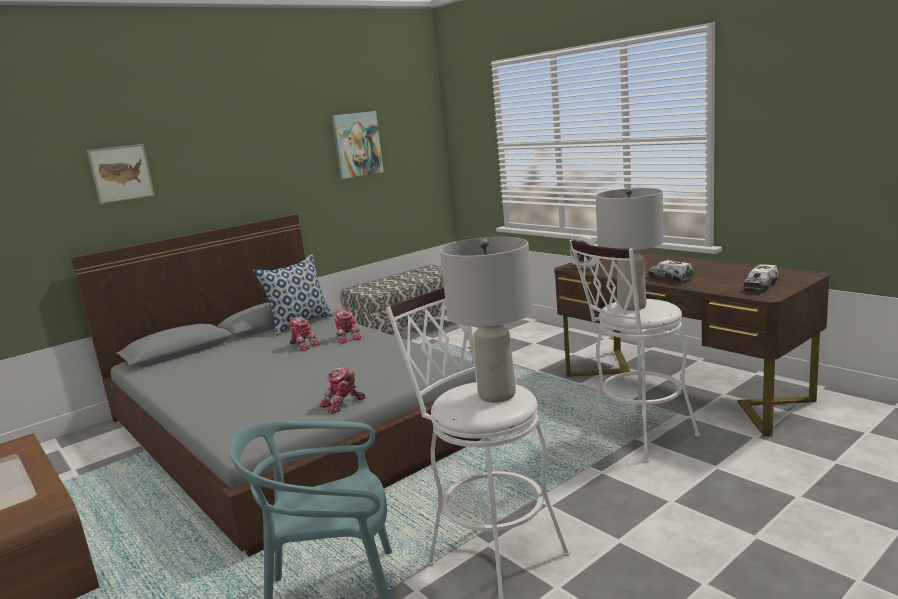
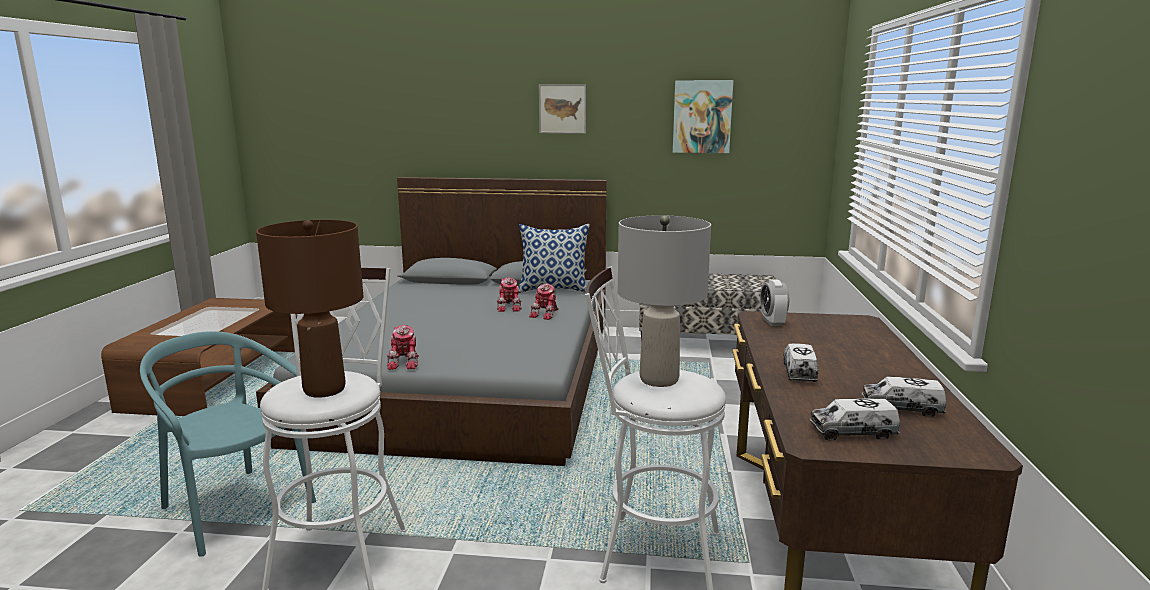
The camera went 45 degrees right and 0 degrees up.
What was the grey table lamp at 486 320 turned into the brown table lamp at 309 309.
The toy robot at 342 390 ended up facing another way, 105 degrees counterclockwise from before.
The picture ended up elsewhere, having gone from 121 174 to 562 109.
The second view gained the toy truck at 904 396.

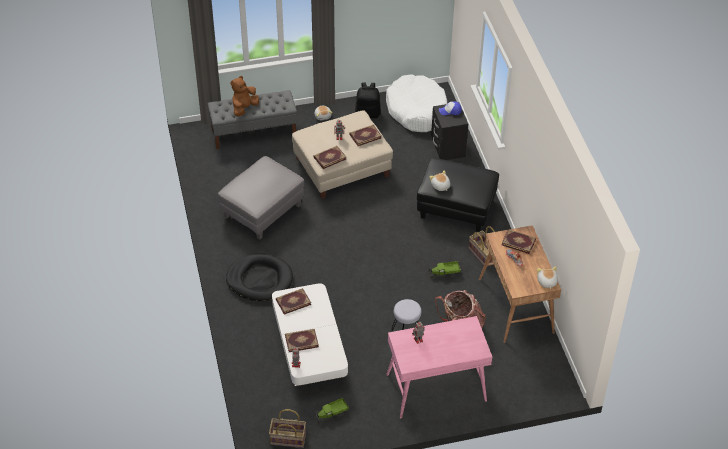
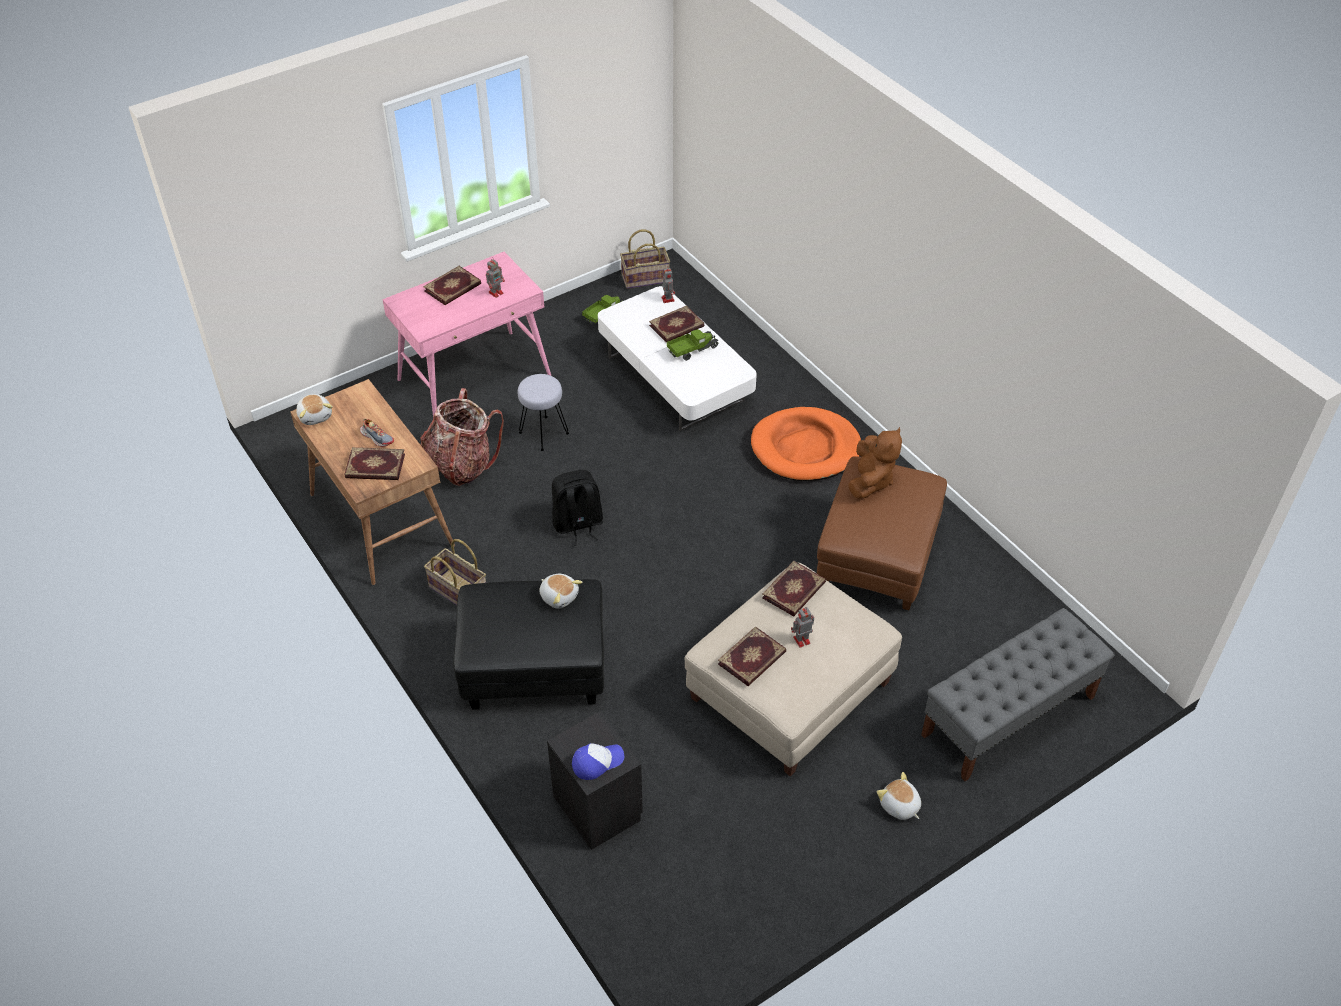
The camera went 160 degrees right and 0 degrees up.
The book ended up elsewhere, having gone from 293 301 to 452 285.
The black backpack ended up elsewhere, having gone from 368 100 to 577 508.
The toy truck ended up elsewhere, having gone from 444 270 to 692 345.
What was the black dog bed at 259 277 turned into the orange dog bed at 806 444.
What was the grey ottoman at 261 198 turned into the brown ottoman at 882 533.
The brown plush toy ended up elsewhere, having gone from 244 96 to 875 463.
The second view lost the white dog bed at 416 103.

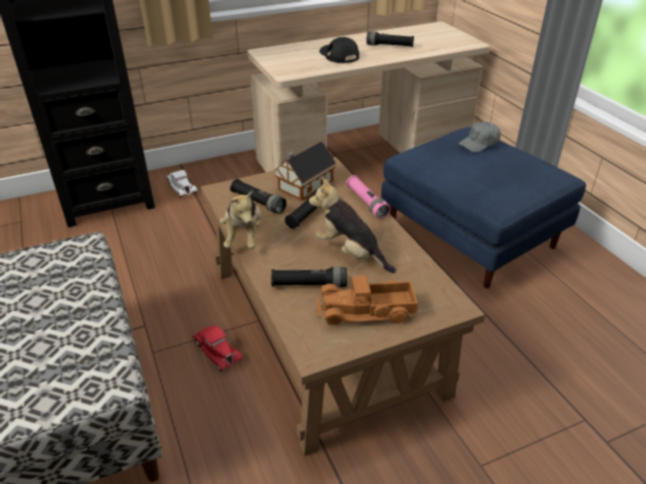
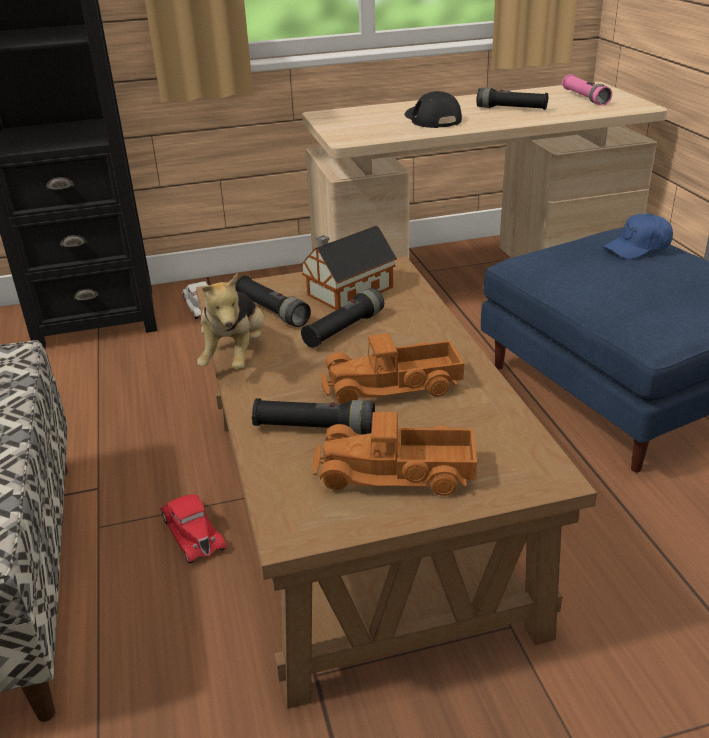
The camera went 10 degrees right and 5 degrees down.
Where the plush toy stood at 352 225, the toy truck came to stand at 392 368.
The pink flashlight ended up elsewhere, having gone from 368 197 to 587 89.
What was the grey cap at 479 137 turned into the blue cap at 638 236.

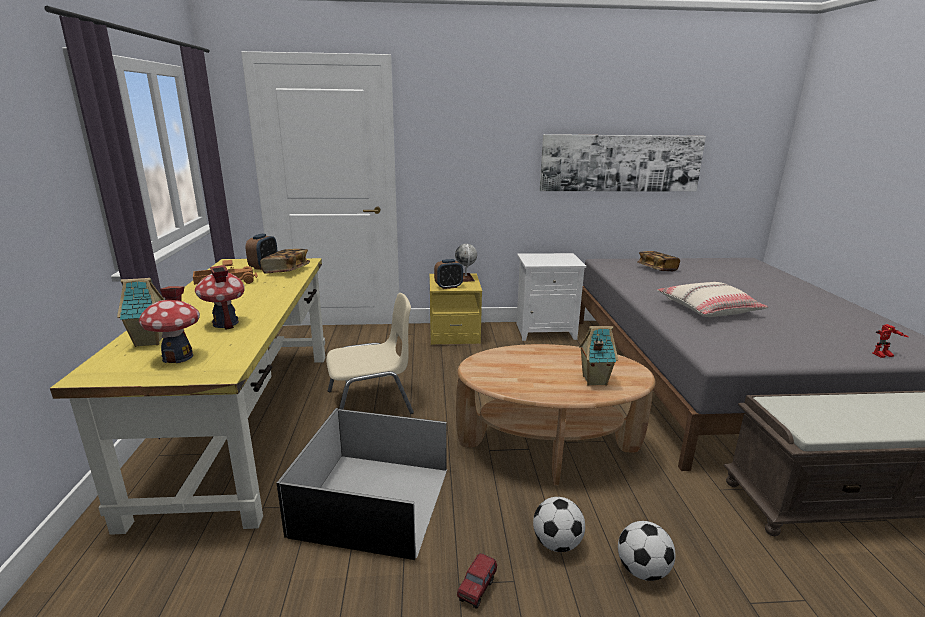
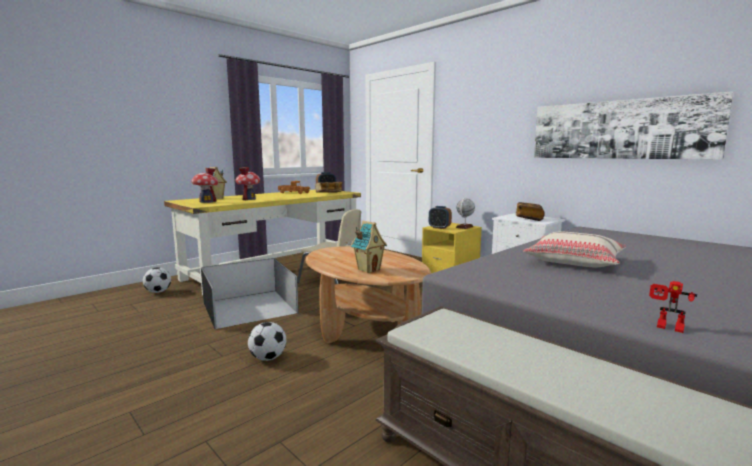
The camera went 50 degrees right and 10 degrees down.
The football ended up elsewhere, having gone from 646 551 to 157 280.
The book ended up elsewhere, having gone from 658 261 to 530 211.
The second view lost the toy truck at 477 581.

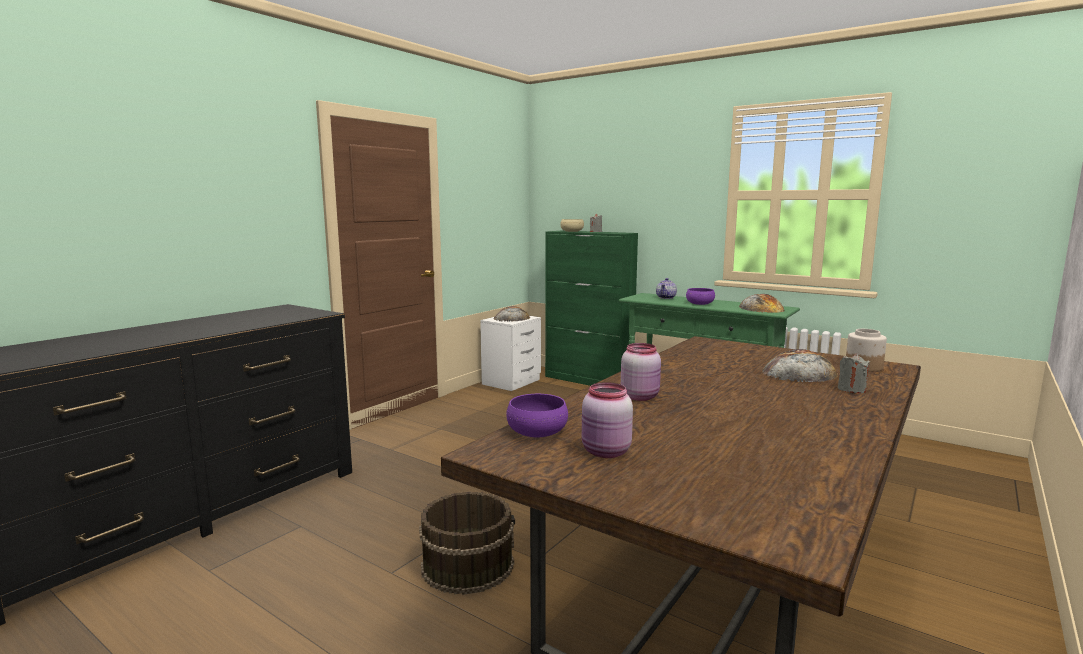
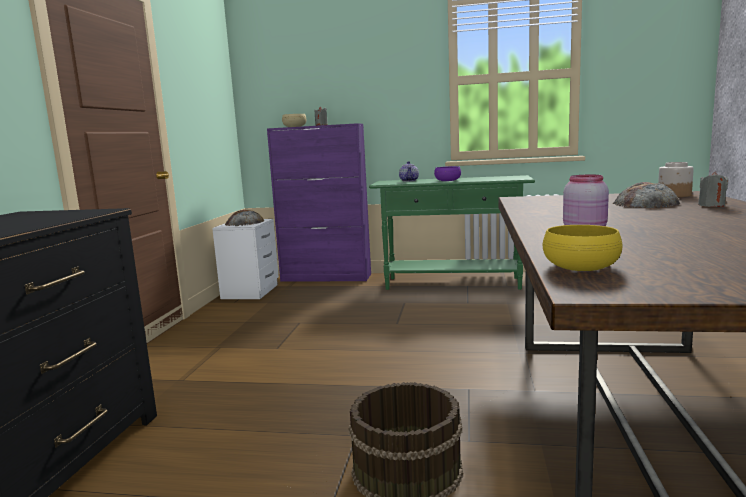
The camera went 25 degrees left and 0 degrees up.
What was the green cabinet at 591 308 turned into the purple cabinet at 319 202.
What was the purple bowl at 537 415 turned into the yellow bowl at 582 248.
The second view lost the pink jar at 607 420.
The second view lost the bread at 761 303.

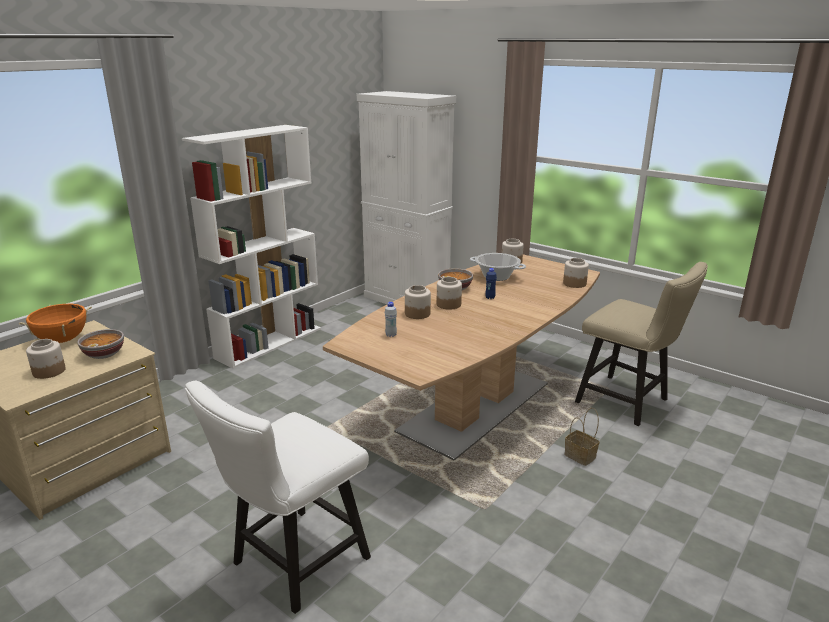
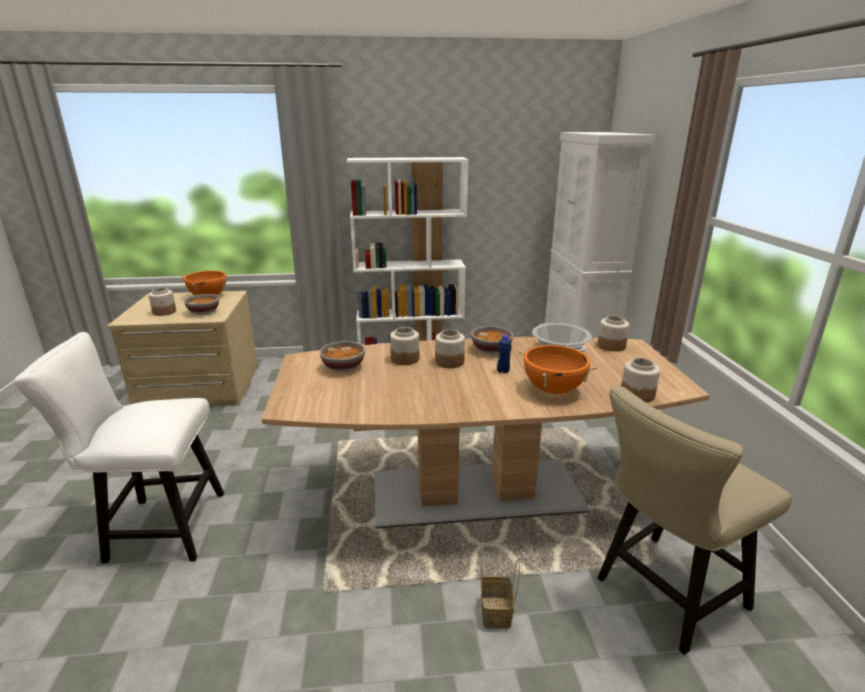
The camera went 45 degrees right and 0 degrees up.
Where the white bottle stood at 391 319, the bowl came to stand at 342 356.
The second view gained the orange cooking pot at 557 369.
The beige chair at 641 344 ended up facing another way, 60 degrees clockwise from before.

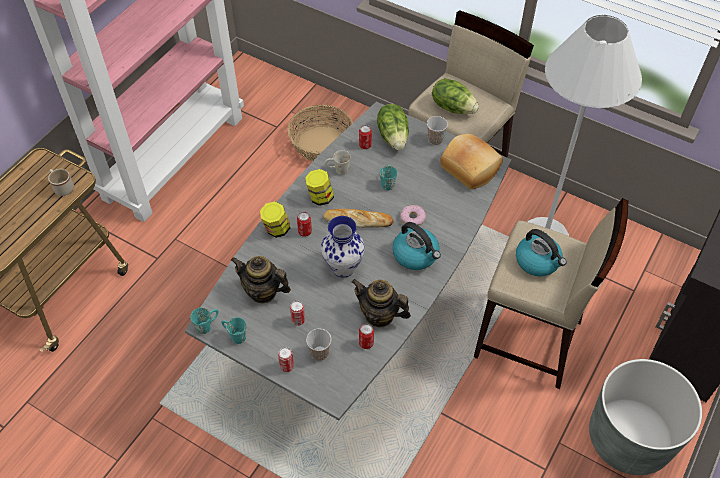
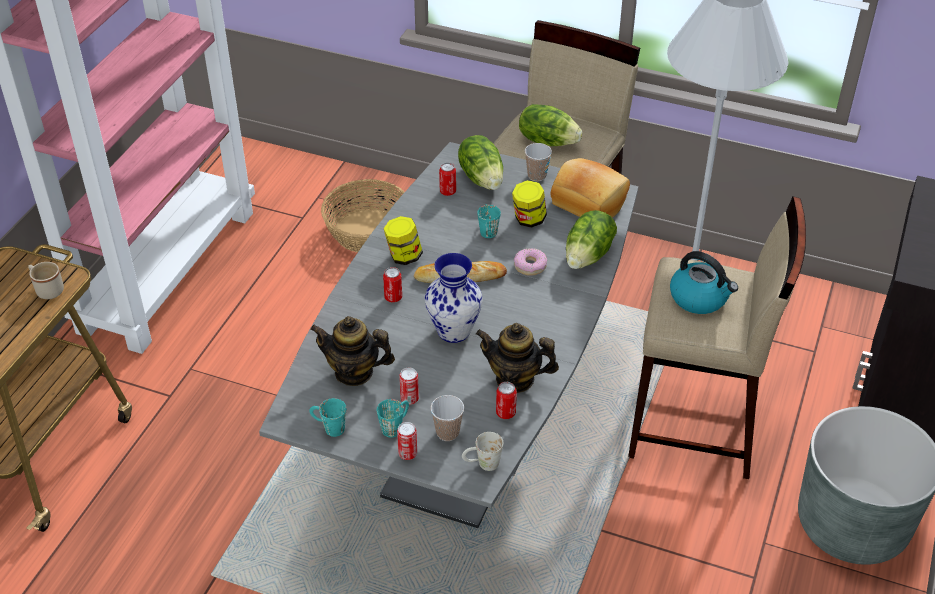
The camera went 10 degrees left and 10 degrees down.
The turquoise mug ended up elsewhere, having gone from 204 321 to 393 418.
The white mug ended up elsewhere, having gone from 338 162 to 482 451.
The jar ended up elsewhere, having gone from 275 219 to 529 204.
The second view gained the lettuce at 591 239.
The second view lost the kettle at 416 246.

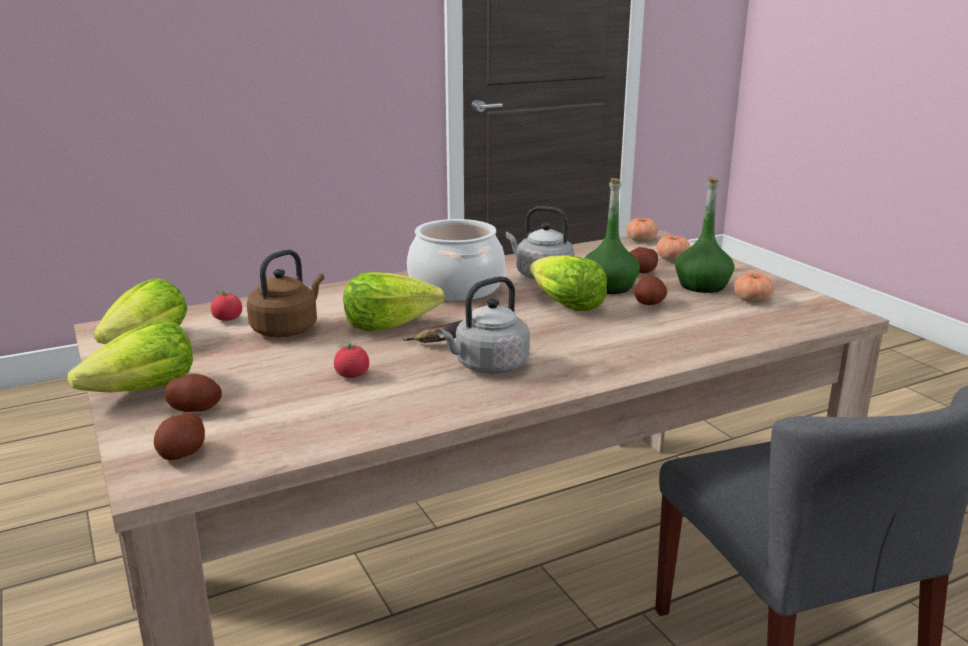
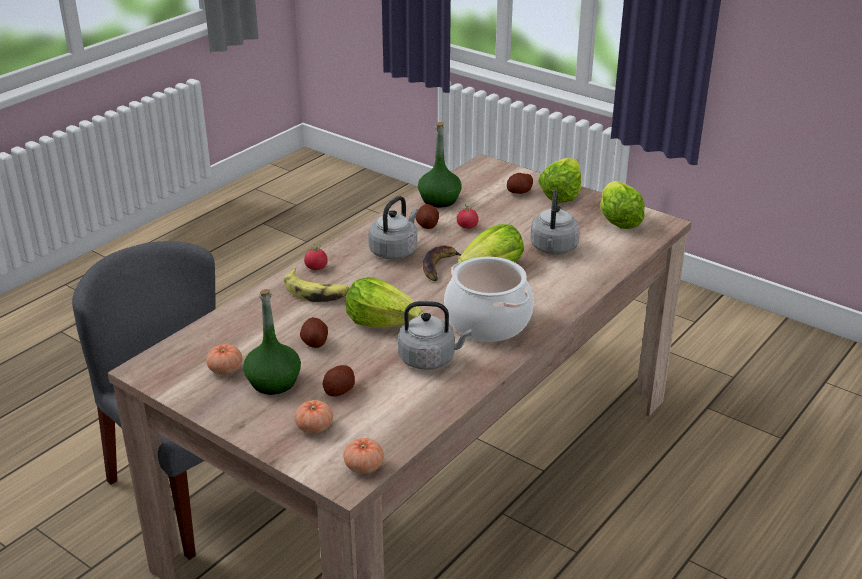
The camera went 155 degrees right and 10 degrees up.
The second view gained the banana at 316 285.
The tomato ended up elsewhere, having gone from 226 305 to 316 257.
The potato ended up elsewhere, having gone from 179 436 to 427 216.
The green bottle ended up elsewhere, having gone from 612 236 to 440 164.
What was the brown kettle at 285 293 turned into the grey kettle at 555 222.

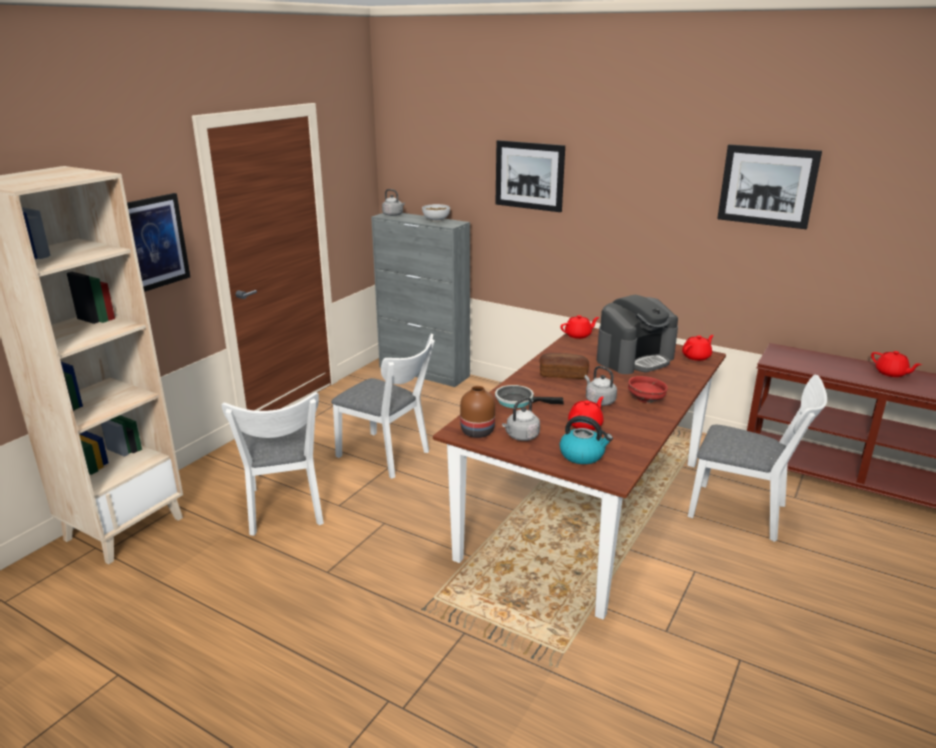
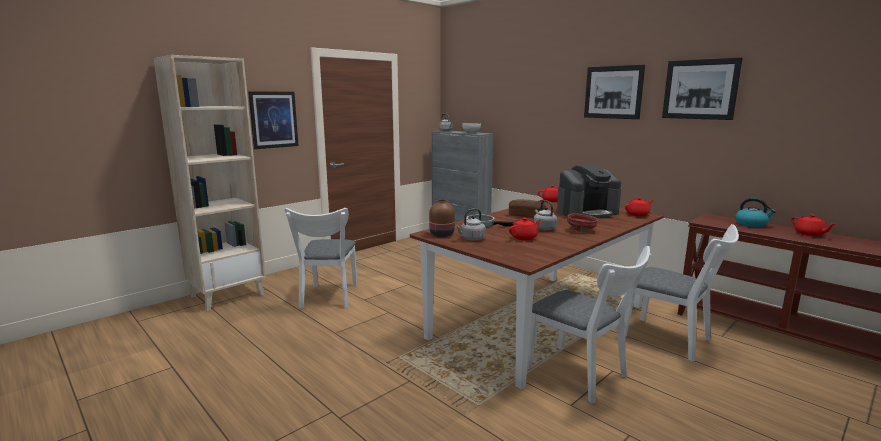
The camera went 15 degrees right and 10 degrees down.
The white chair ended up elsewhere, having gone from 383 406 to 589 324.
The picture ended up elsewhere, having gone from 530 176 to 614 92.
The kettle ended up elsewhere, having gone from 586 440 to 755 212.

